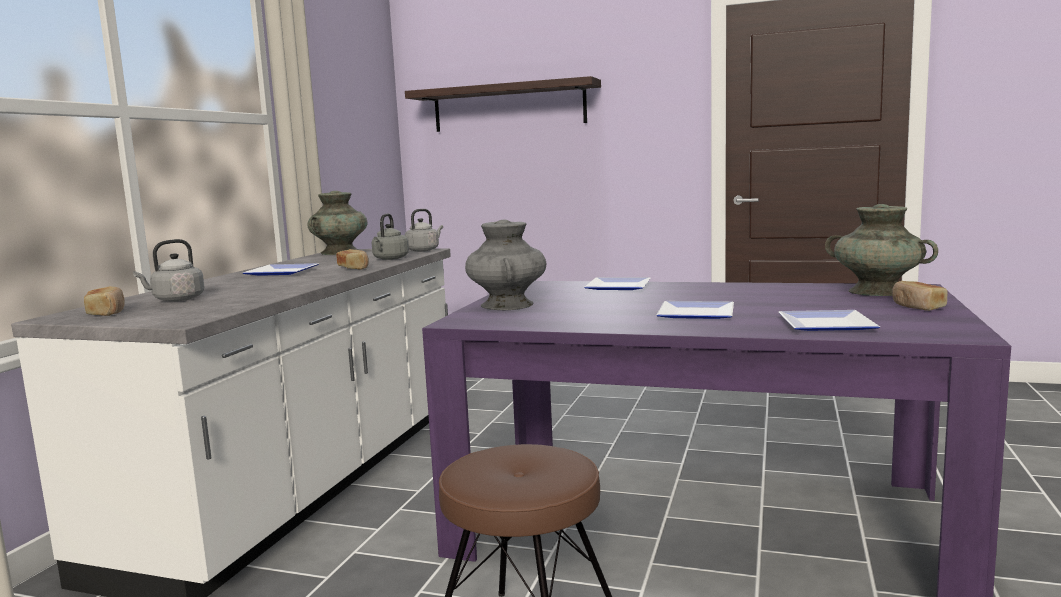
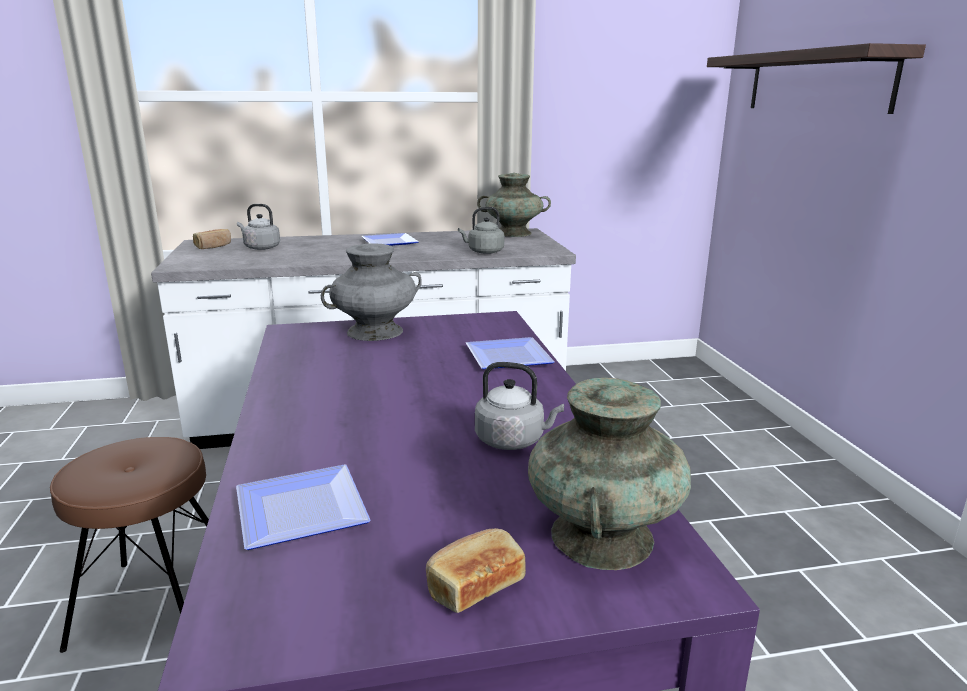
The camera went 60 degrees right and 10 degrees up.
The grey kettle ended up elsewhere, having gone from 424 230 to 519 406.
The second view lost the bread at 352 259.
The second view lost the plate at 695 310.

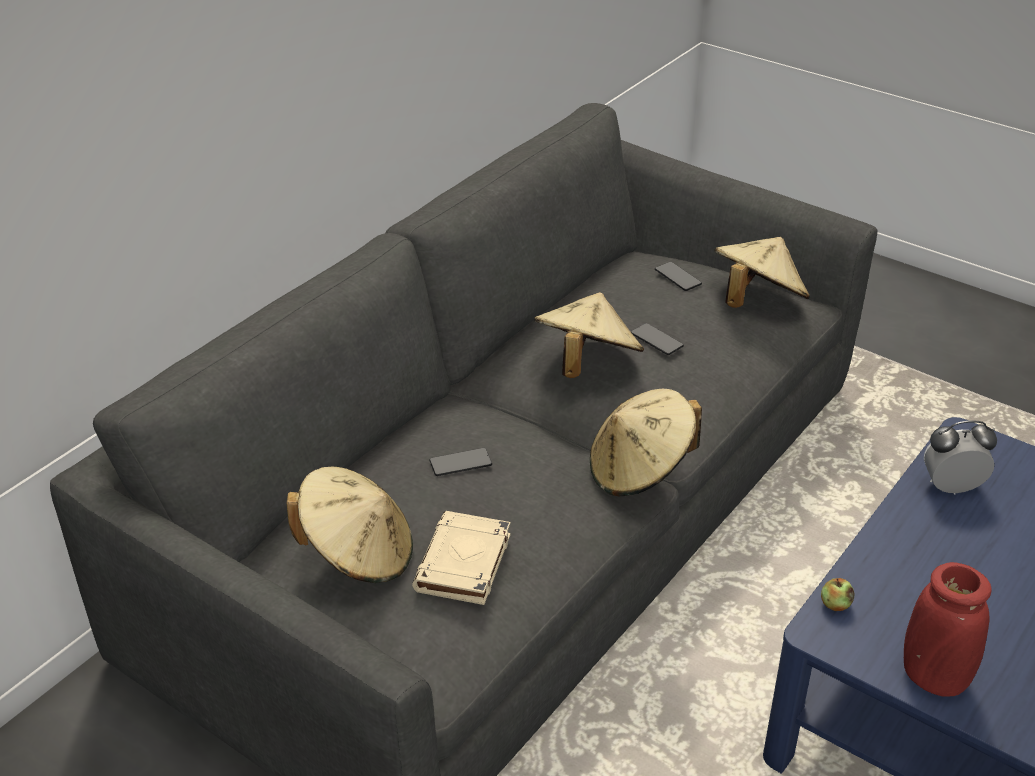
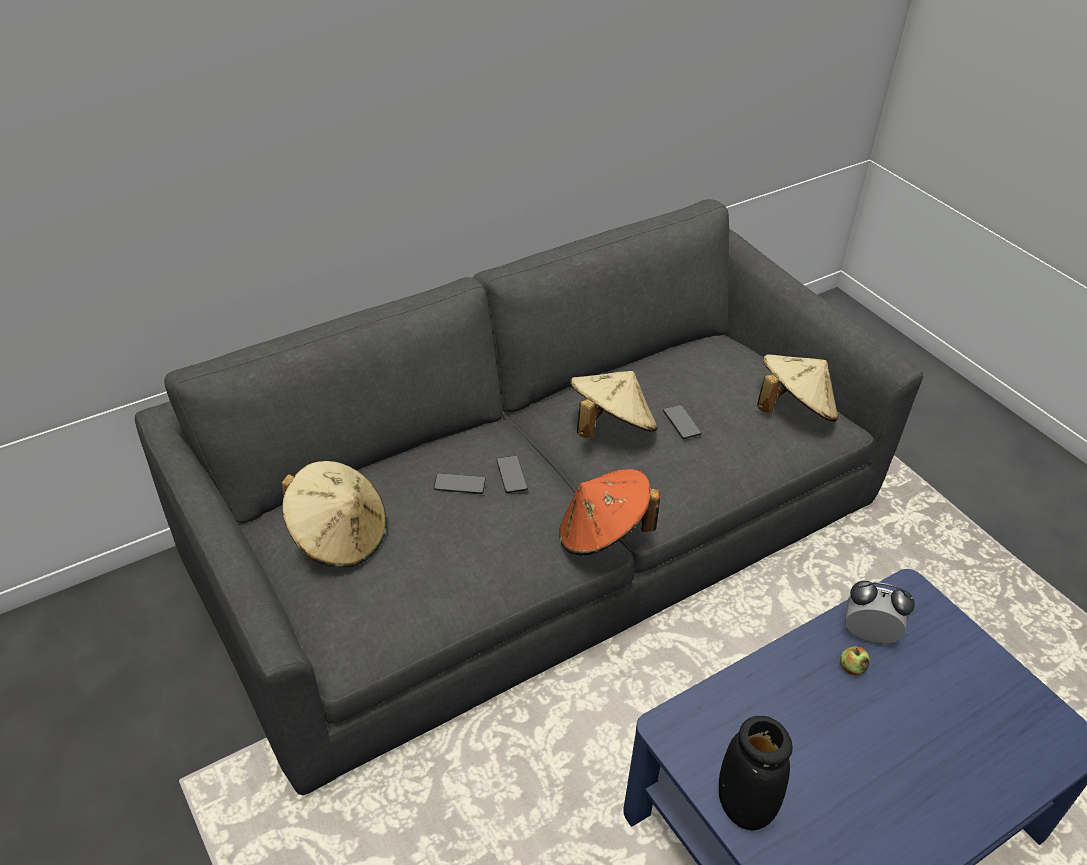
The camera went 20 degrees right and 5 degrees up.
The phone ended up elsewhere, having gone from 678 276 to 512 474.
What was the beige hat at 646 442 turned into the orange hat at 609 512.
What was the red vase at 948 629 turned into the black vase at 756 773.
The apple ended up elsewhere, having gone from 838 594 to 855 660.
The second view lost the beige book at 461 558.

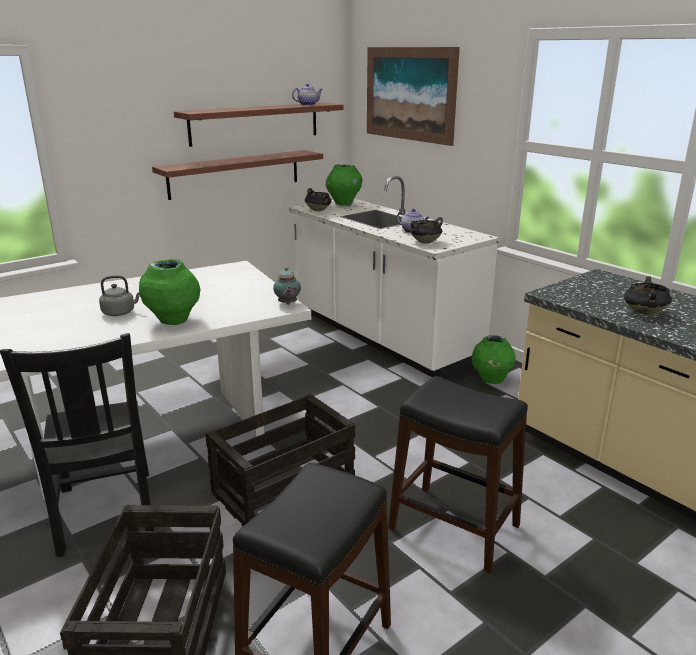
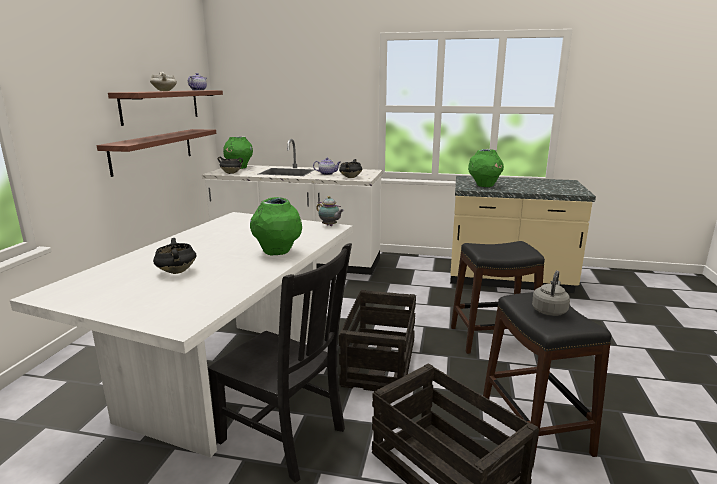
The camera went 40 degrees left and 5 degrees down.
The second view gained the white cooking pot at 163 81.
The black cooking pot ended up elsewhere, having gone from 648 295 to 175 256.
The green vase ended up elsewhere, having gone from 493 359 to 486 168.
The grey kettle ended up elsewhere, having gone from 119 295 to 551 293.
The second view lost the picture at 413 96.

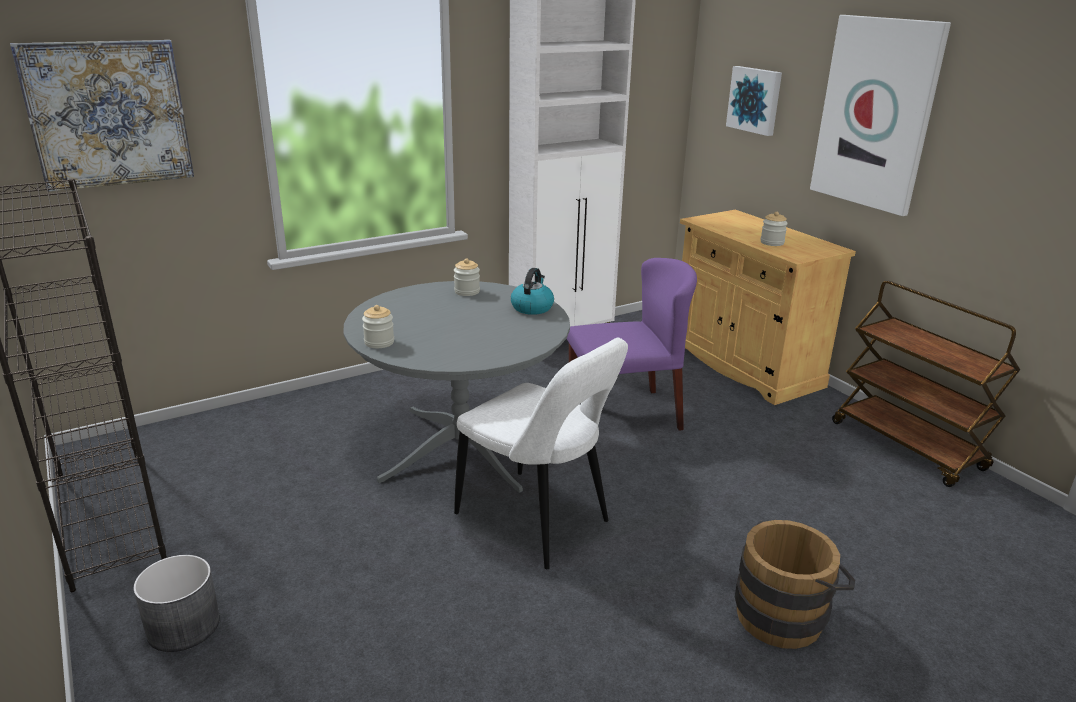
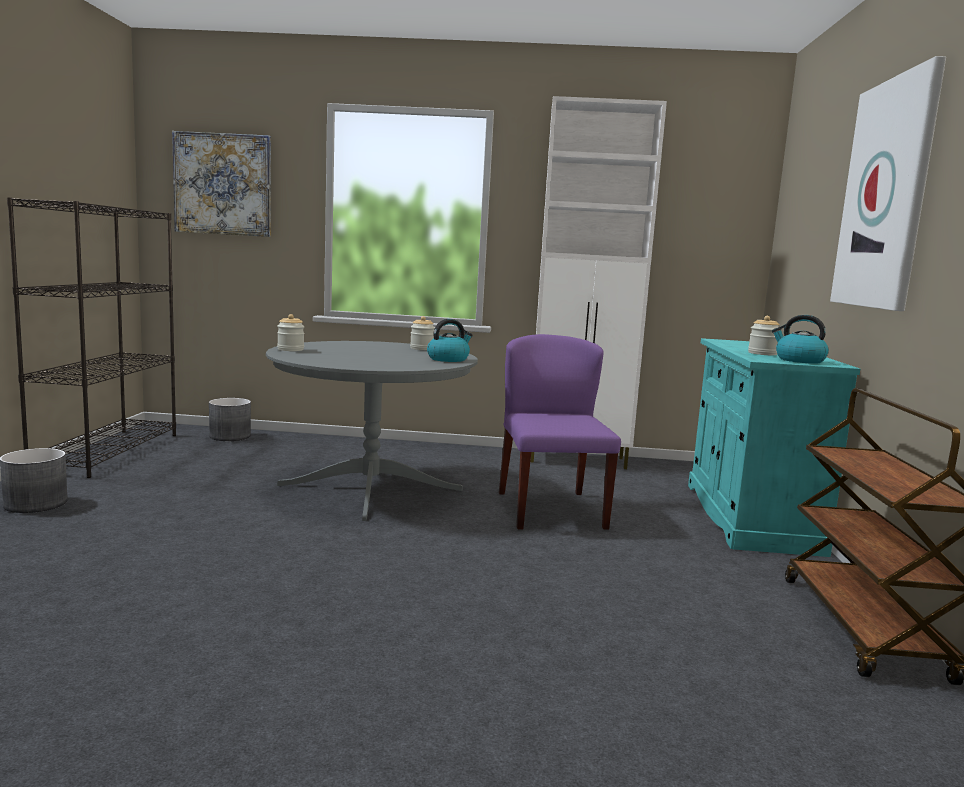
The camera went 35 degrees right and 15 degrees down.
The second view gained the grey planter at 230 419.
The purple chair at 632 344 ended up facing another way, 120 degrees counterclockwise from before.
What was the beige cabinet at 768 307 turned into the turquoise cabinet at 774 447.
The second view gained the kettle at 800 339.
The second view lost the white chair at 541 453.
The second view lost the picture at 754 101.
The second view lost the brown bucket at 795 584.

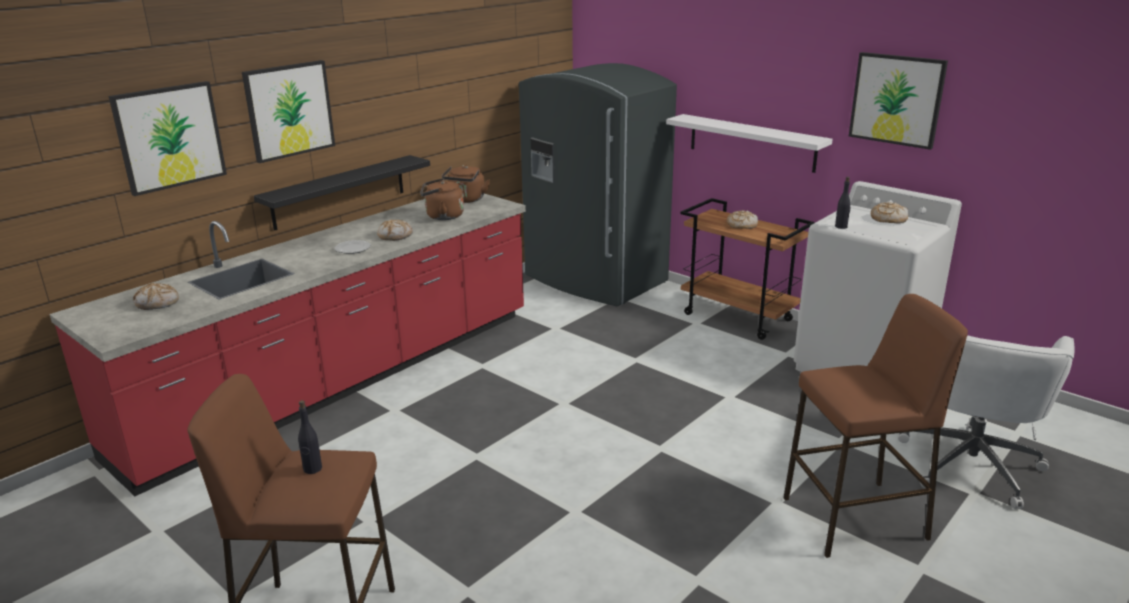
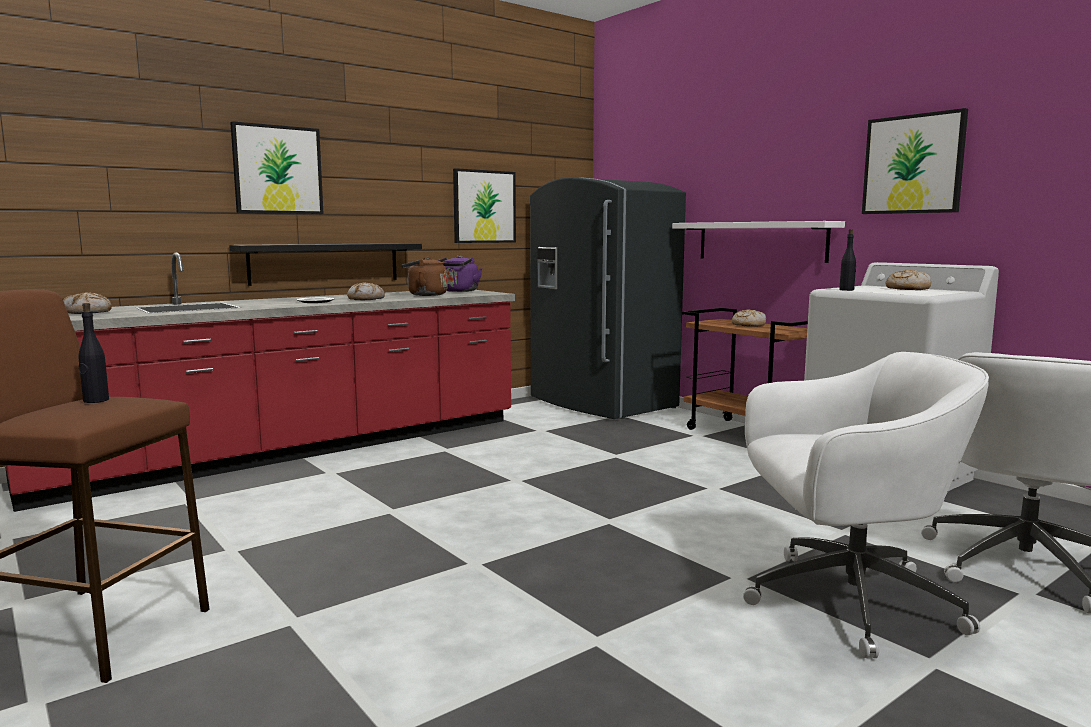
The camera went 10 degrees right and 15 degrees down.
What was the brown kettle at 466 184 turned into the purple kettle at 460 273.
The picture ended up elsewhere, having gone from 168 138 to 484 205.
Where the brown stool stood at 876 426, the white office chair came to stand at 866 505.

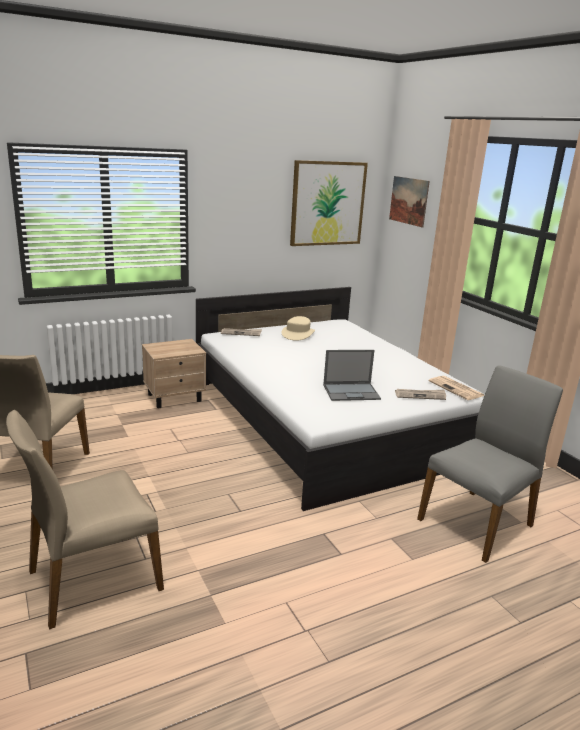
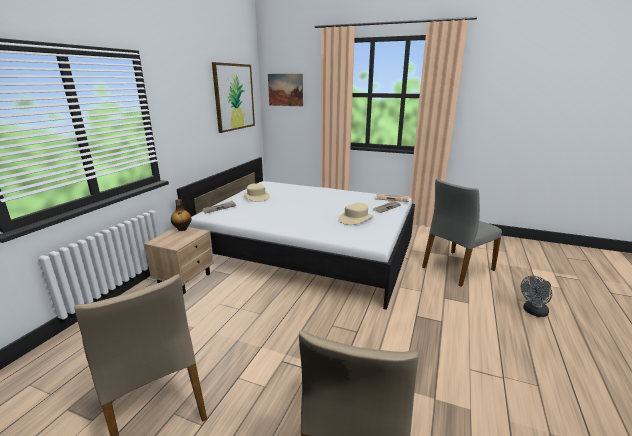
The camera went 40 degrees left and 0 degrees up.
The second view gained the bottle at 181 215.
Where the laptop stood at 352 375, the beige hat came to stand at 356 214.
The grey chair at 490 464 ended up facing another way, 135 degrees counterclockwise from before.
The second view gained the grey fan at 536 296.

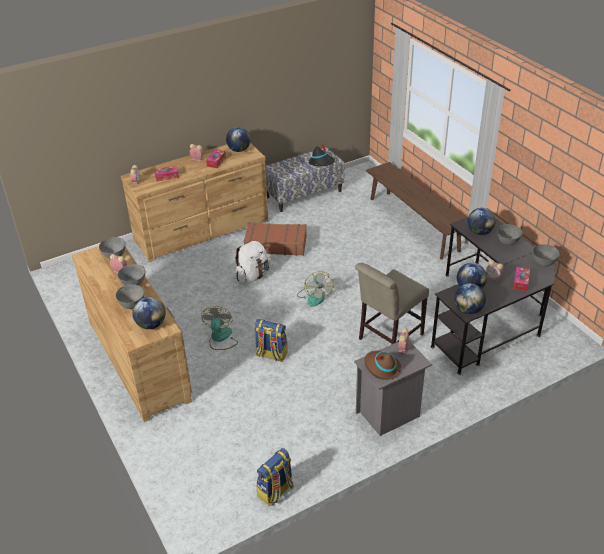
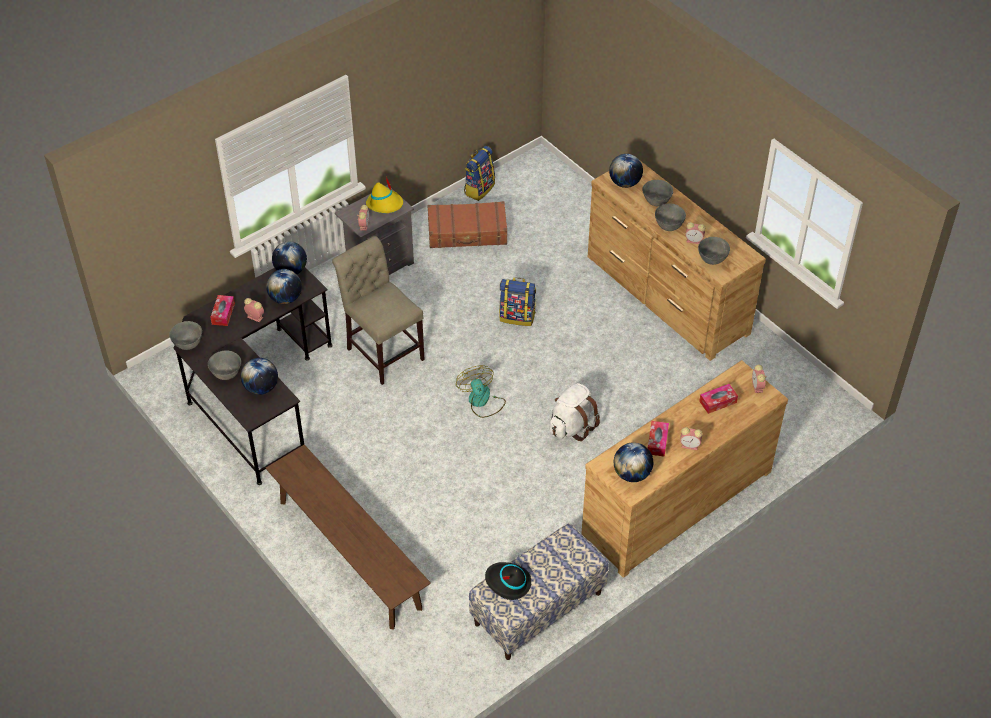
The camera went 170 degrees right and 10 degrees up.
The beige chair at 392 304 ended up facing another way, 75 degrees counterclockwise from before.
What was the brown hat at 382 365 turned into the yellow hat at 384 195.
The brown suitcase ended up elsewhere, having gone from 275 239 to 467 224.
The second view lost the fan at 219 328.

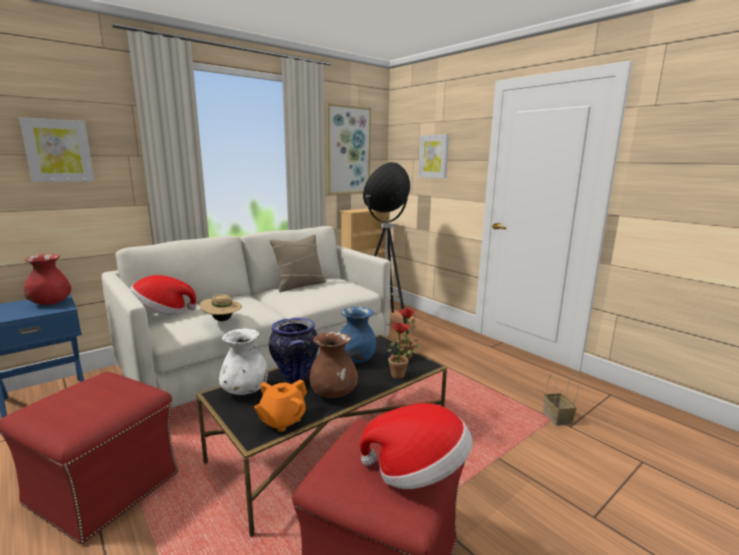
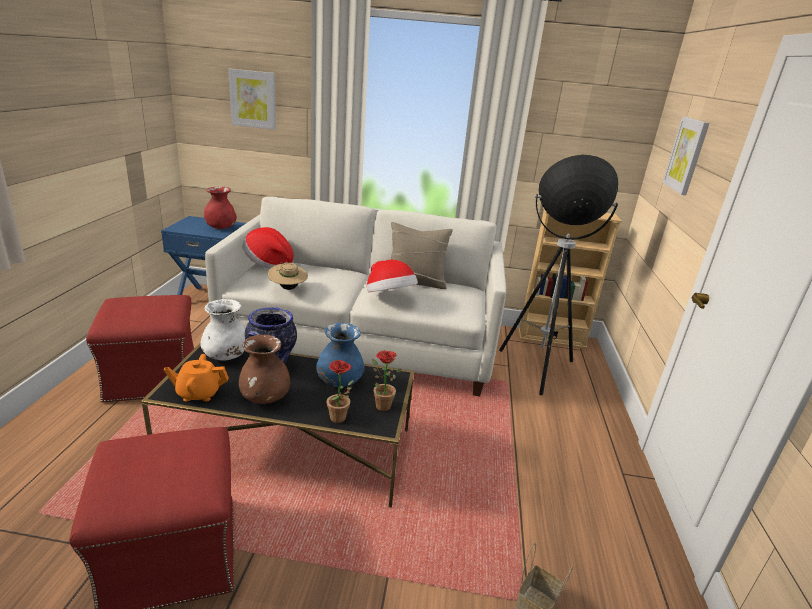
The camera went 45 degrees right and 10 degrees up.
The hat ended up elsewhere, having gone from 416 446 to 392 276.
The second view lost the picture at 348 148.

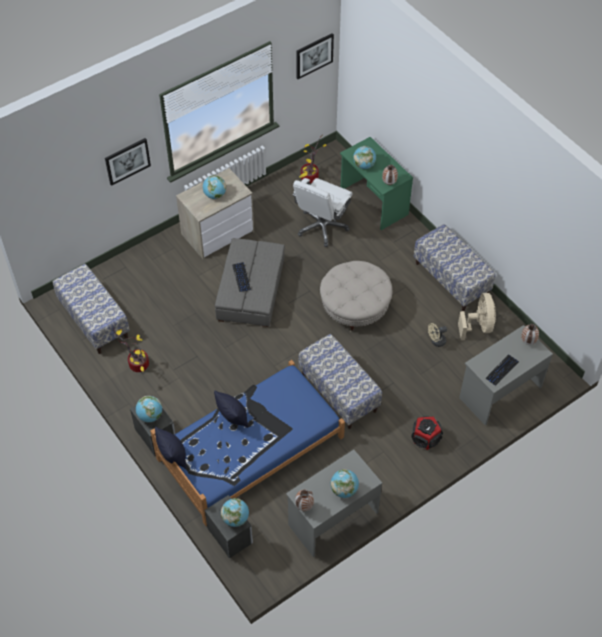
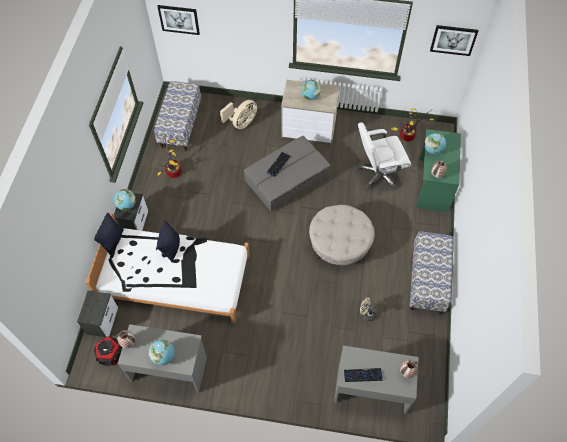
The camera went 45 degrees right and 5 degrees up.
What was the blue bed at 247 443 turned into the white bed at 167 268.
The speaker ended up elsewhere, having gone from 427 433 to 108 351.
The picture ended up elsewhere, having gone from 128 162 to 178 20.
The beige fan ended up elsewhere, having gone from 477 316 to 238 114.
The second view lost the globe at 235 512.
The second view lost the bench at 340 381.

